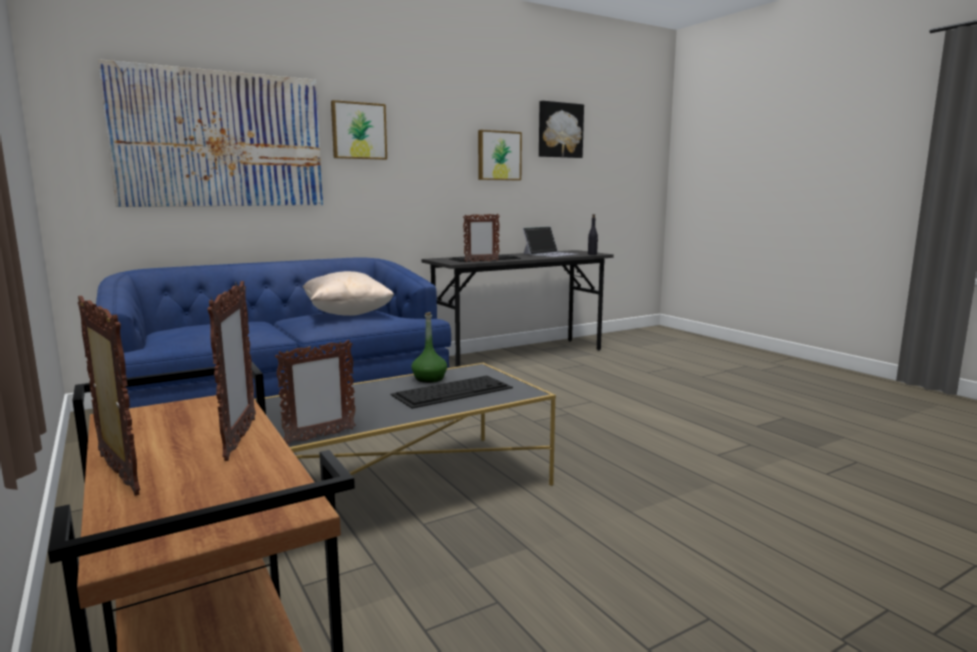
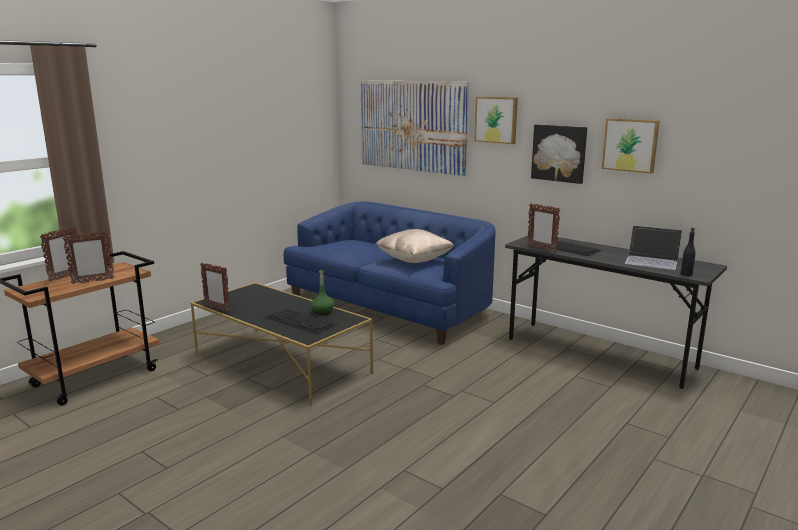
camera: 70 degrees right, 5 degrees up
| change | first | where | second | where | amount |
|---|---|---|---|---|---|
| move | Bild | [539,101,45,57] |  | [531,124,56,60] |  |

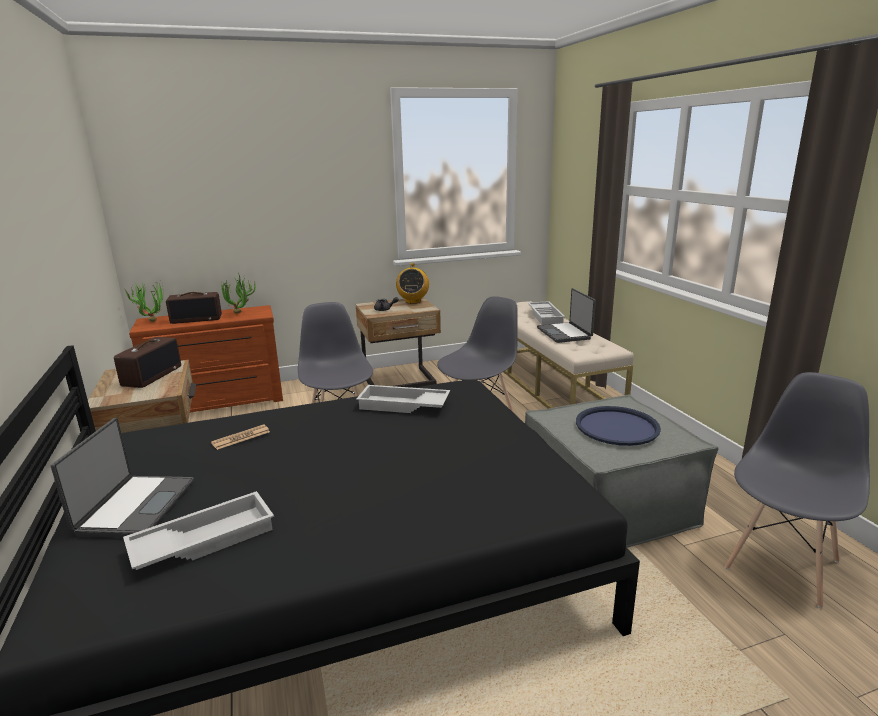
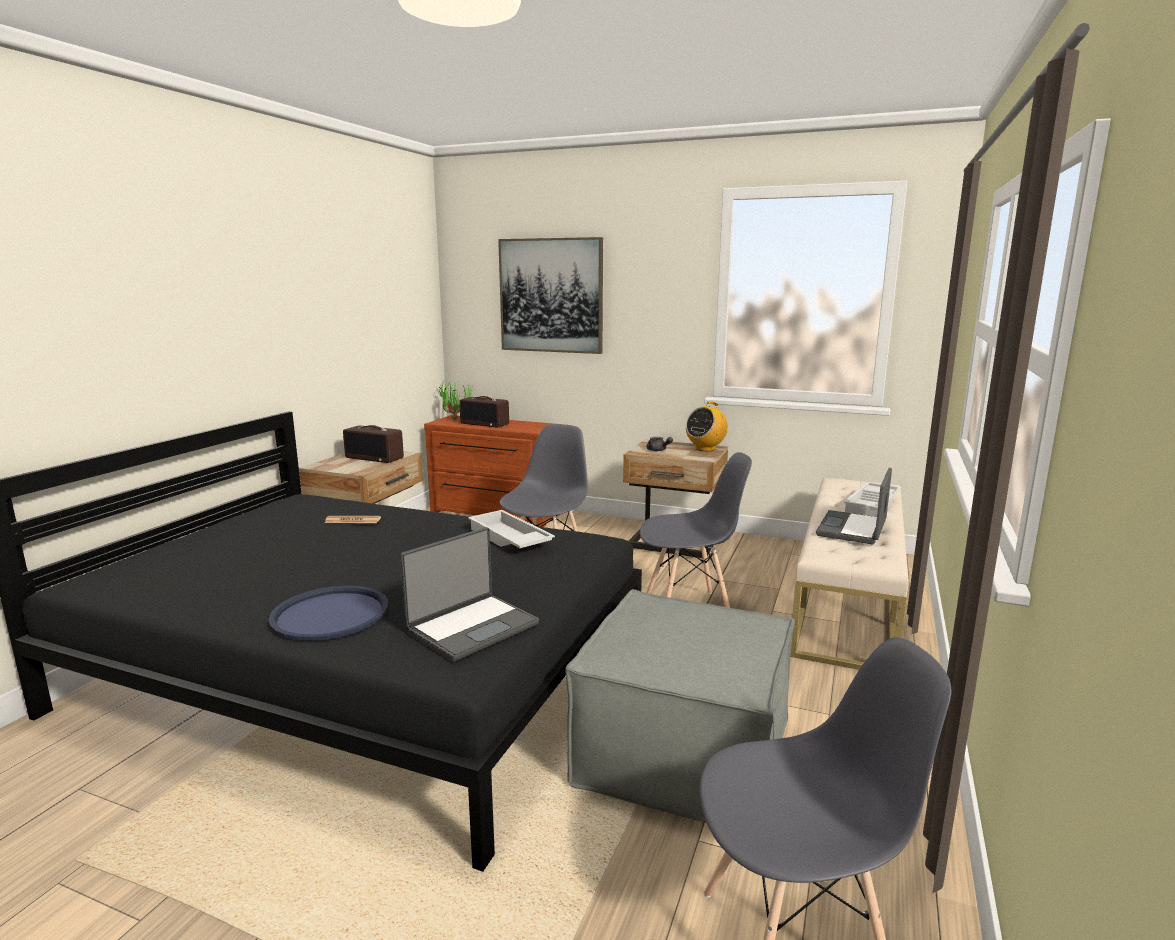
camera: 40 degrees right, 5 degrees down
| change | first | where | second | where | amount |
|---|---|---|---|---|---|
| delete | Tablett (weiß) | [123,491,151,79] |  |  |  |
| delete | Topfpflanze | [221,275,35,39] |  |  |  |
| insert |  |  | Bild | [498,237,105,117] |  |
| move | Laptop | [51,418,143,119] |  | [400,527,139,135] |  |
| move | Tablett (blau) | [576,406,85,40] |  | [268,586,120,55] |  |
| rotate | Radio | [114,337,67,51] |  | [343,425,61,38] | 60 degrees clockwise |

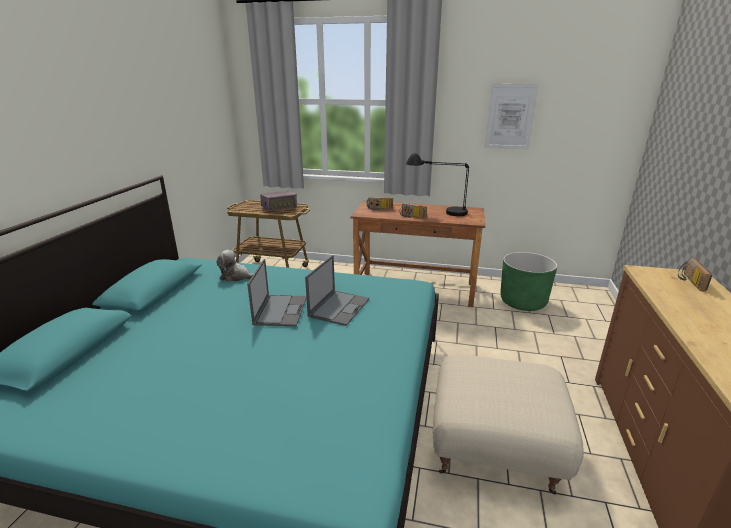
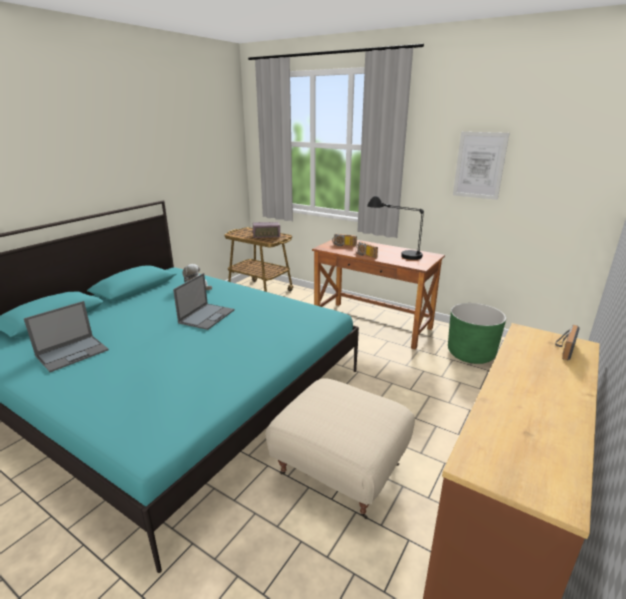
camera: 20 degrees right, 0 degrees up
| change | first | where | second | where | amount |
|---|---|---|---|---|---|
| move | Laptop | [305,255,64,71] |  | [24,301,85,71] |  |

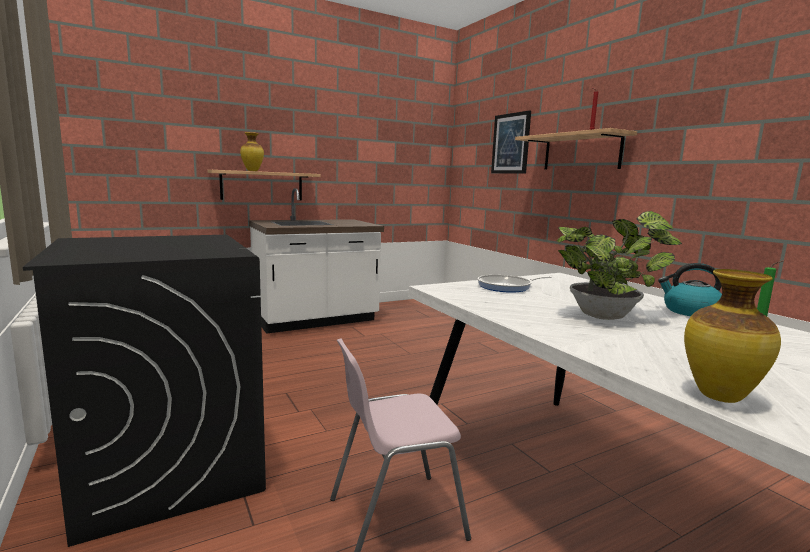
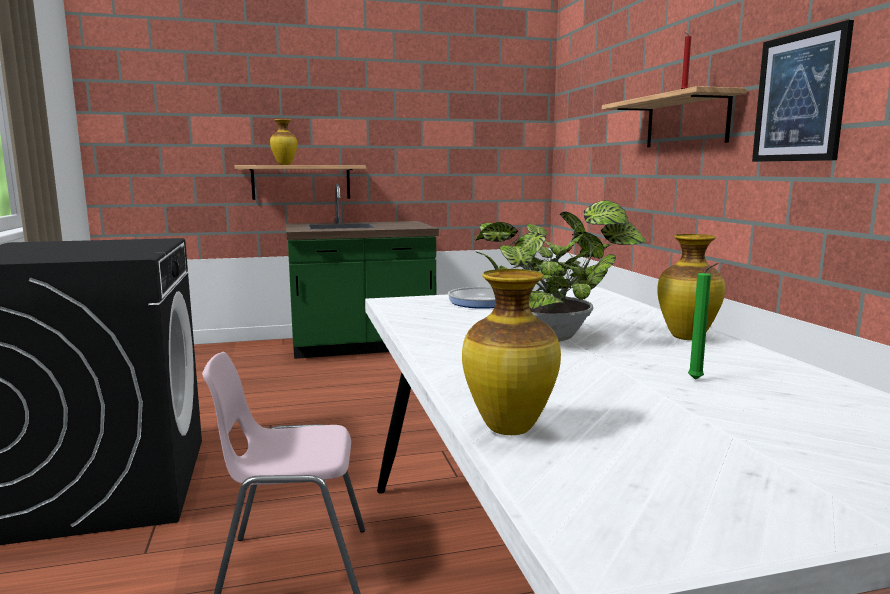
camera: 15 degrees right, 0 degrees up
| change | first | where | second | where | amount |
|---|---|---|---|---|---|
| move | Bild | [491,110,40,64] |  | [752,20,102,142] |  |
| replace | Wasserkessel | [658,263,64,53] | Vase | [657,234,68,106] |  |
| recolor | Küchenzeile (weiß) | [249,188,135,146] | Küchenzeile (grün) | [286,184,153,175] |  |

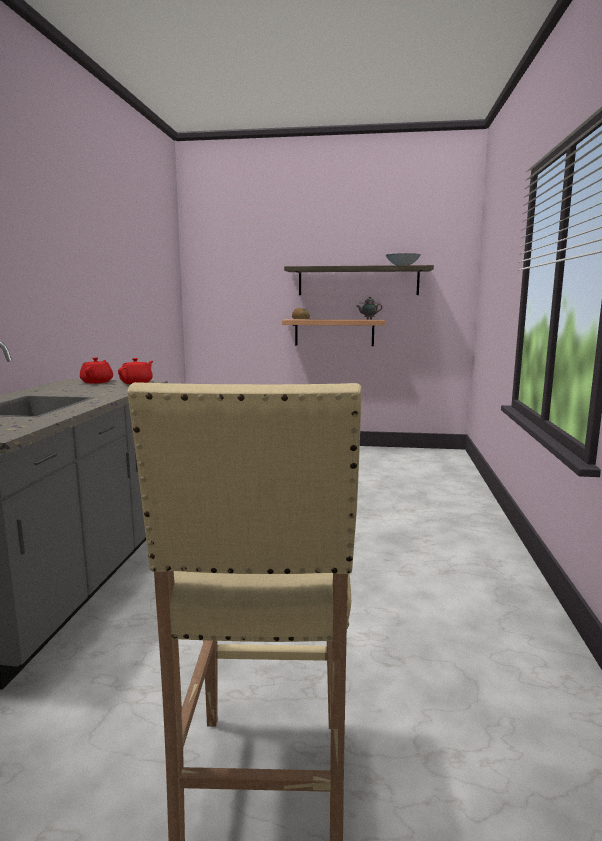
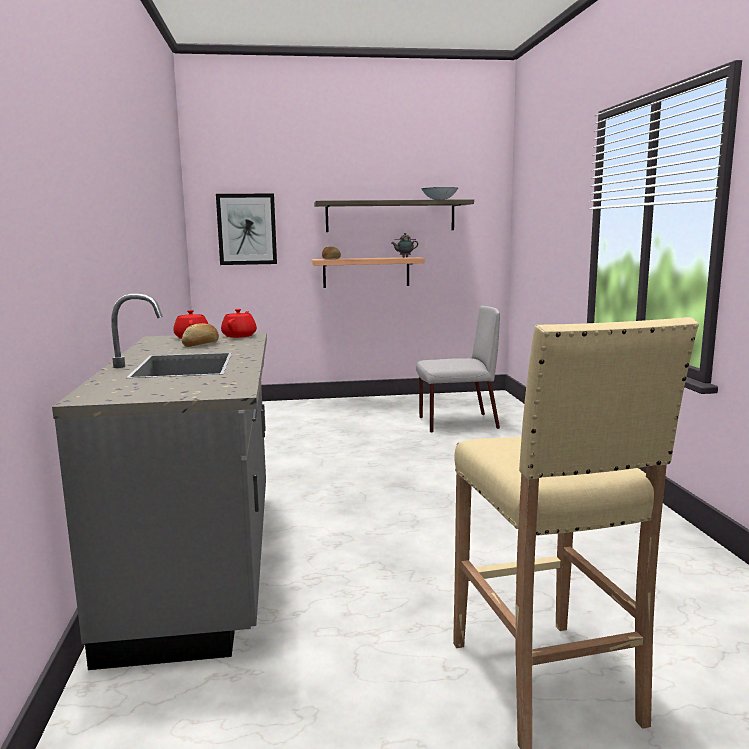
camera: 15 degrees left, 0 degrees up
| change | first | where | second | where | amount |
|---|---|---|---|---|---|
| insert |  |  | Brot | [182,323,37,24] |  |
| insert |  |  | Bild | [216,193,61,72] |  |
| insert |  |  | Stuhl (grau) | [416,306,84,127] |  |

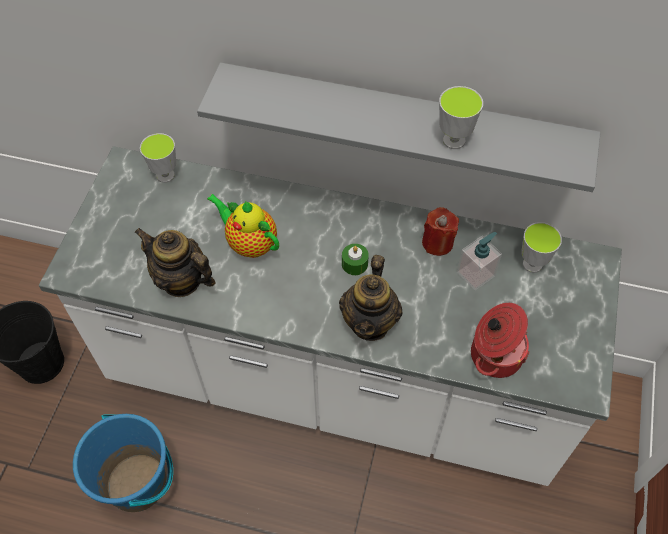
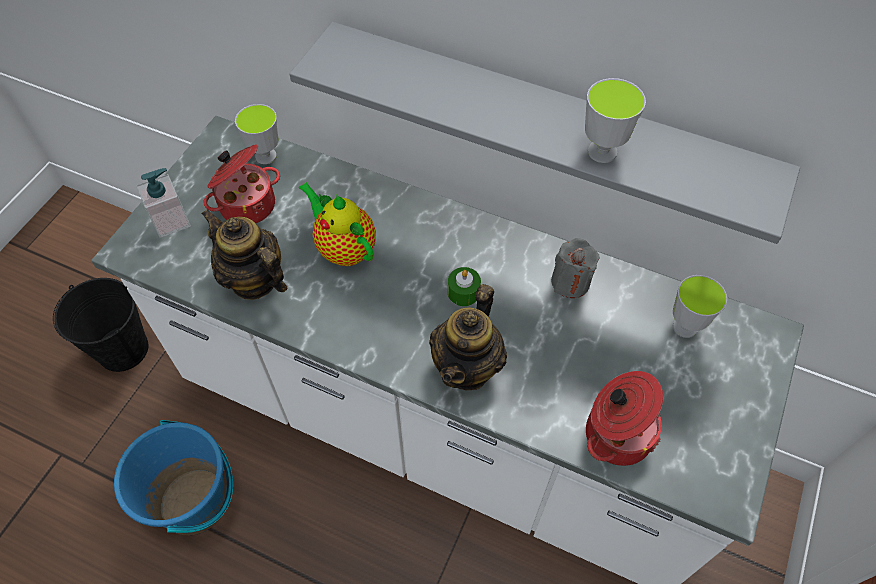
camera: 10 degrees right, 0 degrees up
| change | first | where | second | where | amount |
|---|---|---|---|---|---|
| insert |  |  | Kochtopf | [203,144,77,79] |  |
| move | Seifenspender | [457,232,45,58] |  | [136,168,55,70] |  |
| recolor | Kerze (rot) | [422,207,37,49] | Kerze (grau) | [551,238,49,60] |  |

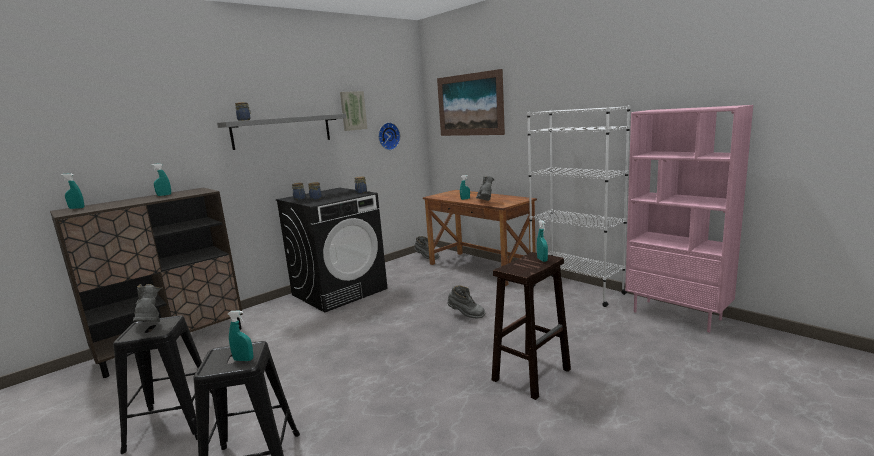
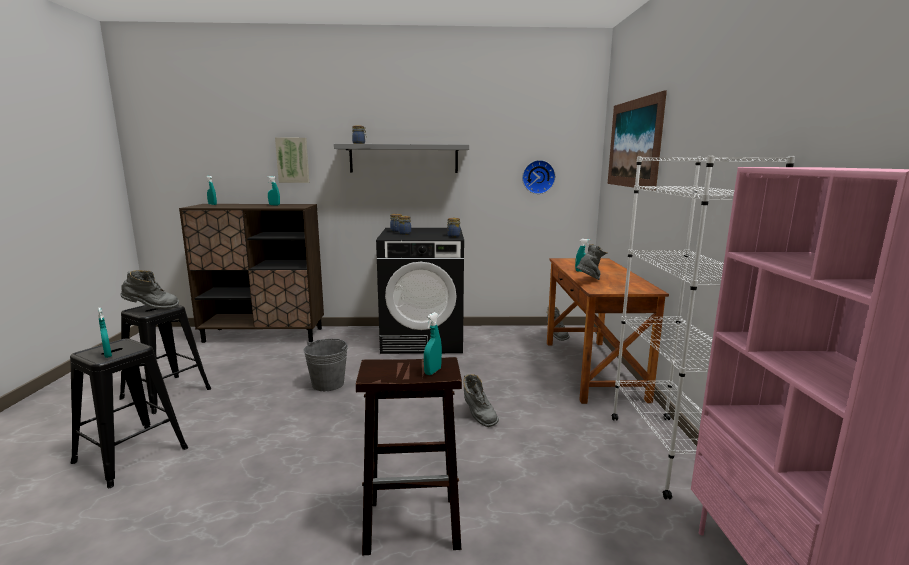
camera: 40 degrees right, 0 degrees up
| change | first | where | second | where | amount |
|---|---|---|---|---|---|
| insert |  |  | Eimer (grau) | [303,339,45,52] |  |
| move | Bild | [340,91,28,40] |  | [275,137,34,46] |  |
| rotate | Stiefel (grau) | [133,284,30,38] |  | [120,270,59,39] | 60 degrees clockwise |

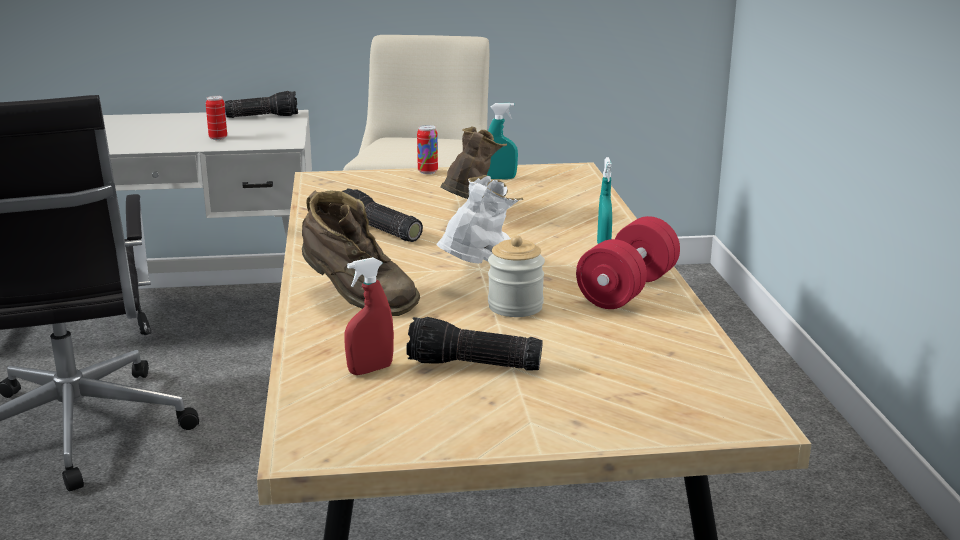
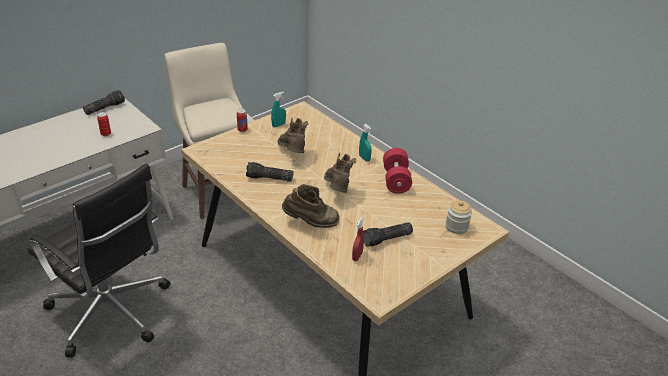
camera: 35 degrees left, 15 degrees up
| change | first | where | second | where | amount |
|---|---|---|---|---|---|
| move | Vorratsglas | [488,235,57,82] |  | [446,200,26,34] |  |
| recolor | Stiefel (weiß) | [436,175,87,89] | Stiefel (braun) | [324,152,32,41] |  |

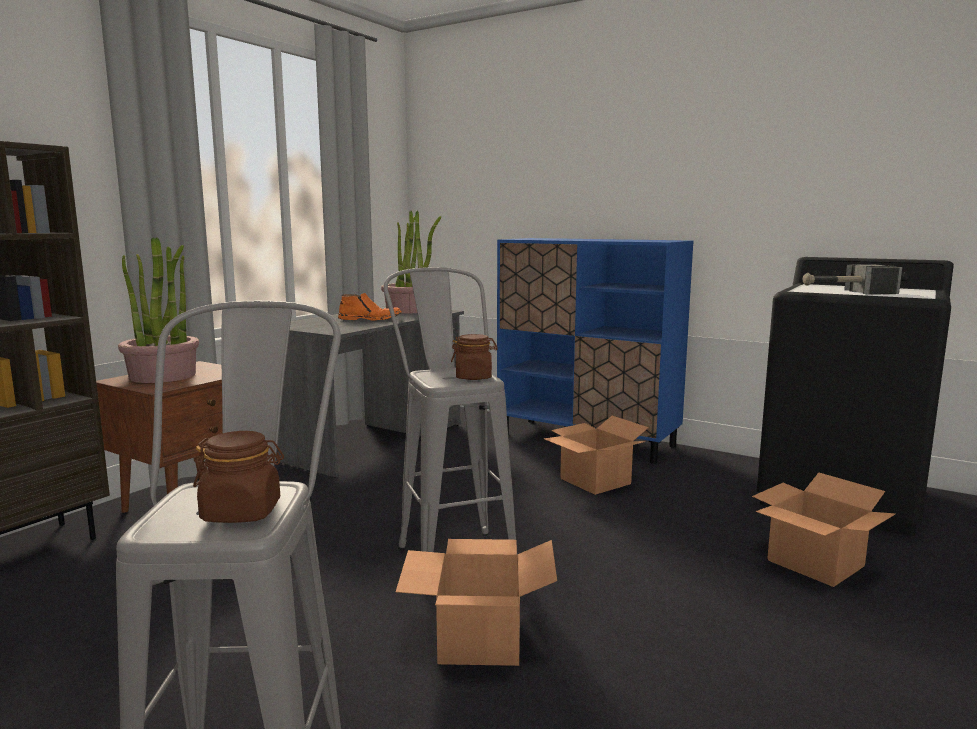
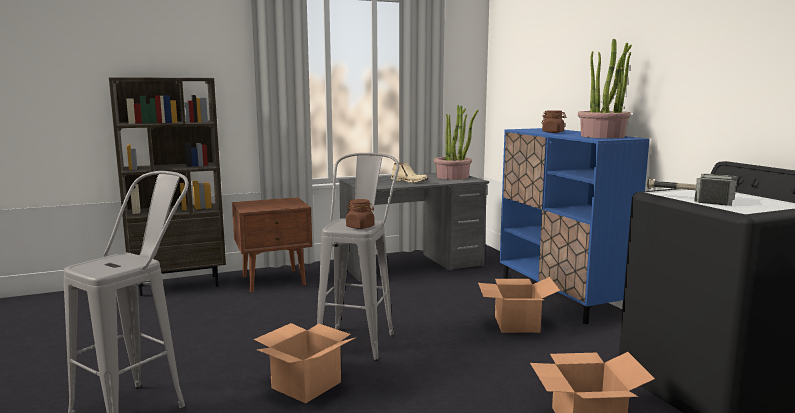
camera: 35 degrees right, 0 degrees up
| change | first | where | second | where | amount |
|---|---|---|---|---|---|
| move | Topfpflanze | [118,237,81,146] |  | [578,39,54,99] |  |
| move | Vorratsglas (braun) | [193,431,91,92] |  | [541,110,26,23] |  |
| recolor | Stiefel (orange) | [338,293,64,28] | Stiefel (beige) | [391,163,38,20] |  |

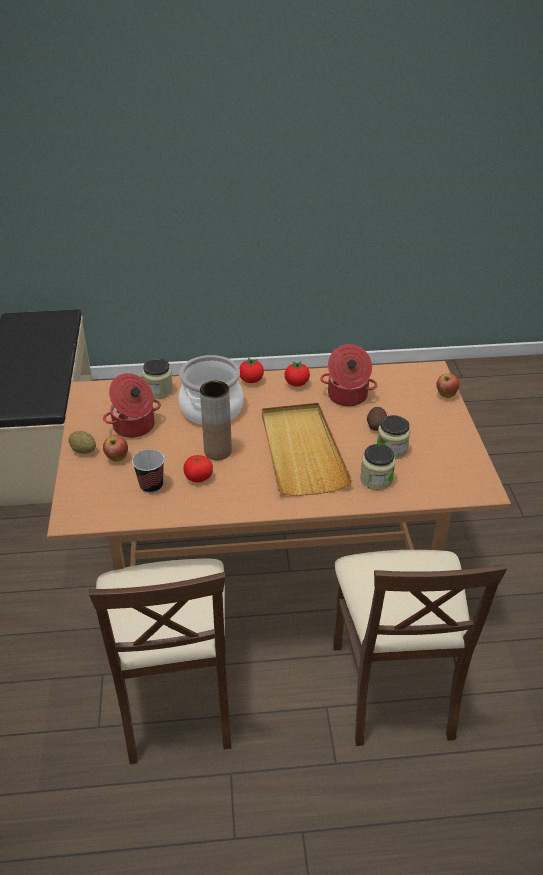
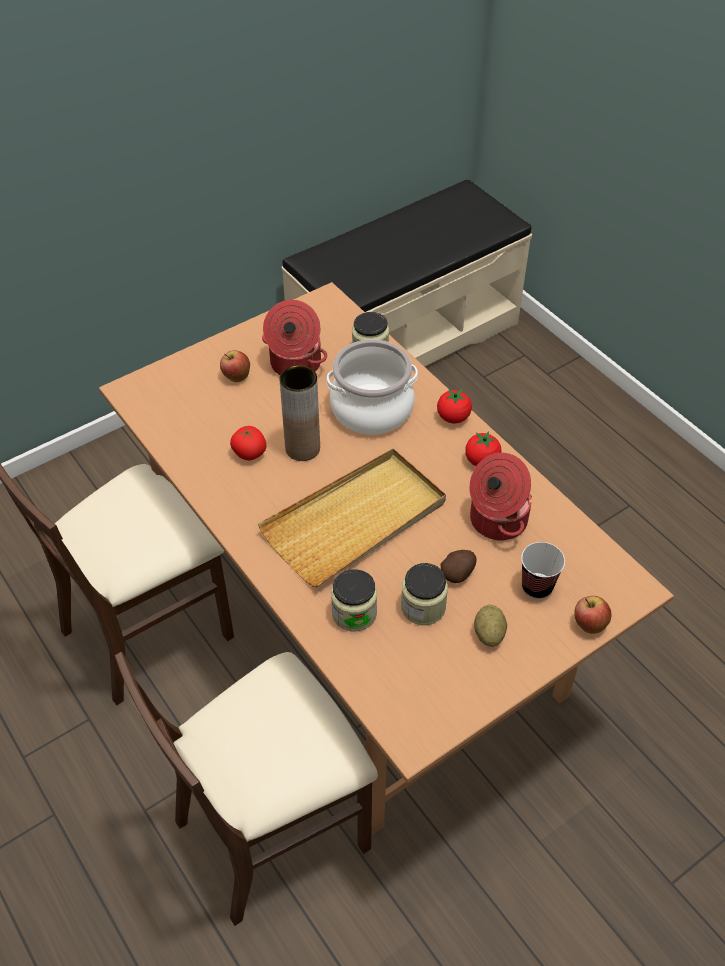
camera: 60 degrees right, 10 degrees up
| change | first | where | second | where | amount |
|---|---|---|---|---|---|
| move | Kartoffel | [69,431,27,23] |  | [474,605,33,42] |  |
| move | Tasse | [132,449,32,44] |  | [521,542,44,57] |  |

